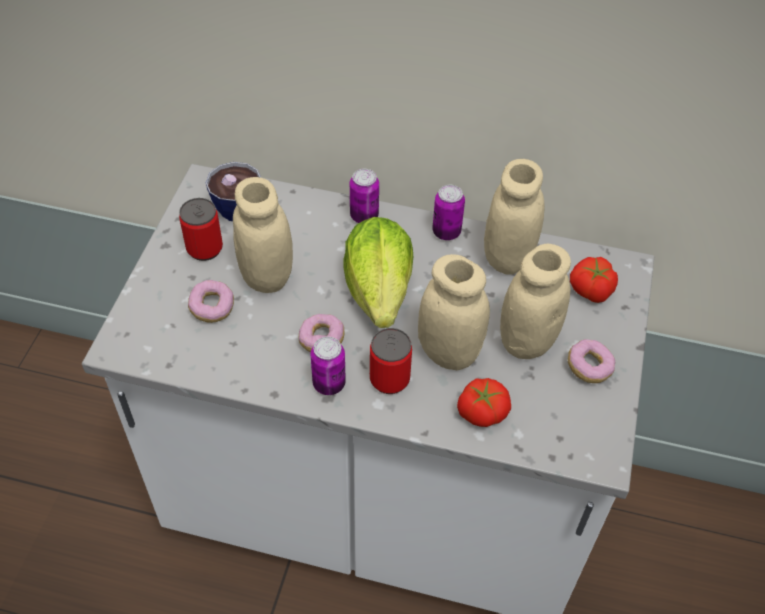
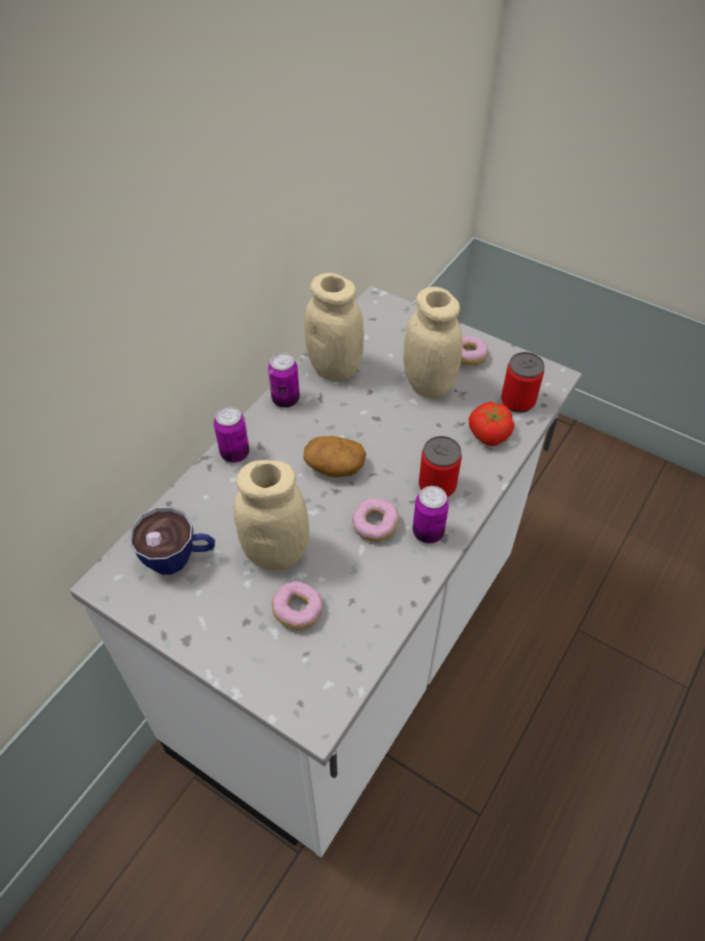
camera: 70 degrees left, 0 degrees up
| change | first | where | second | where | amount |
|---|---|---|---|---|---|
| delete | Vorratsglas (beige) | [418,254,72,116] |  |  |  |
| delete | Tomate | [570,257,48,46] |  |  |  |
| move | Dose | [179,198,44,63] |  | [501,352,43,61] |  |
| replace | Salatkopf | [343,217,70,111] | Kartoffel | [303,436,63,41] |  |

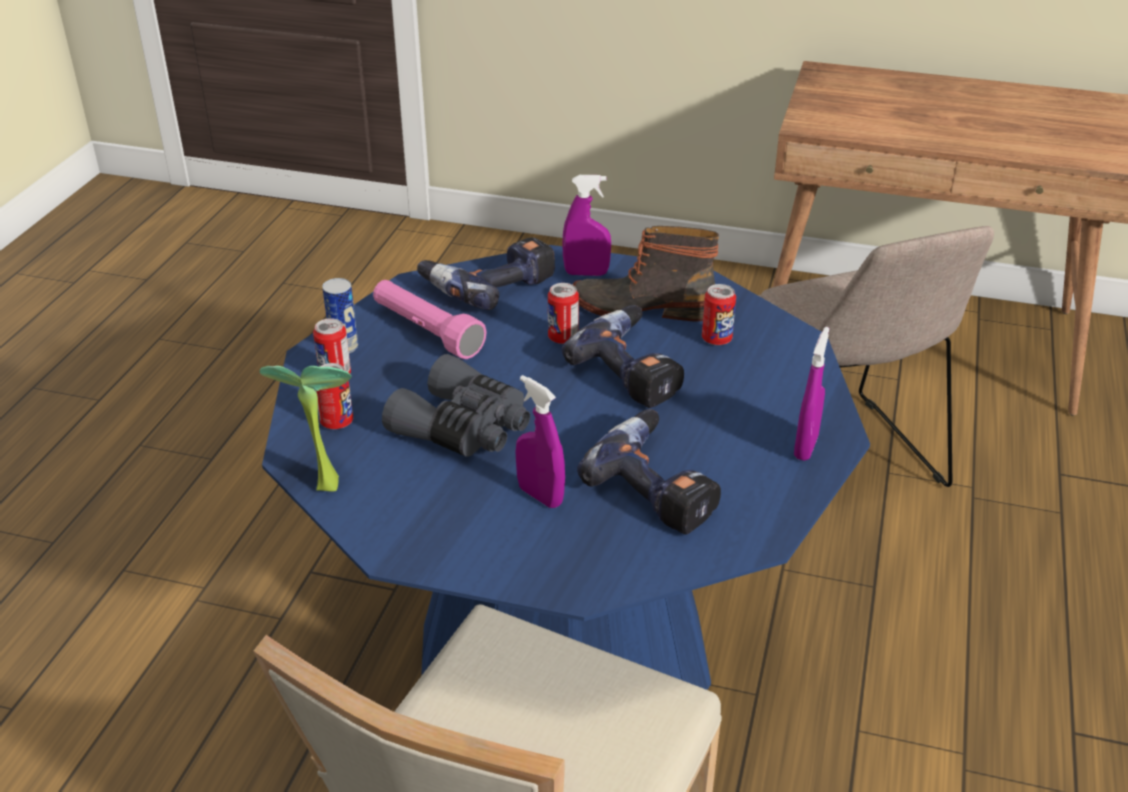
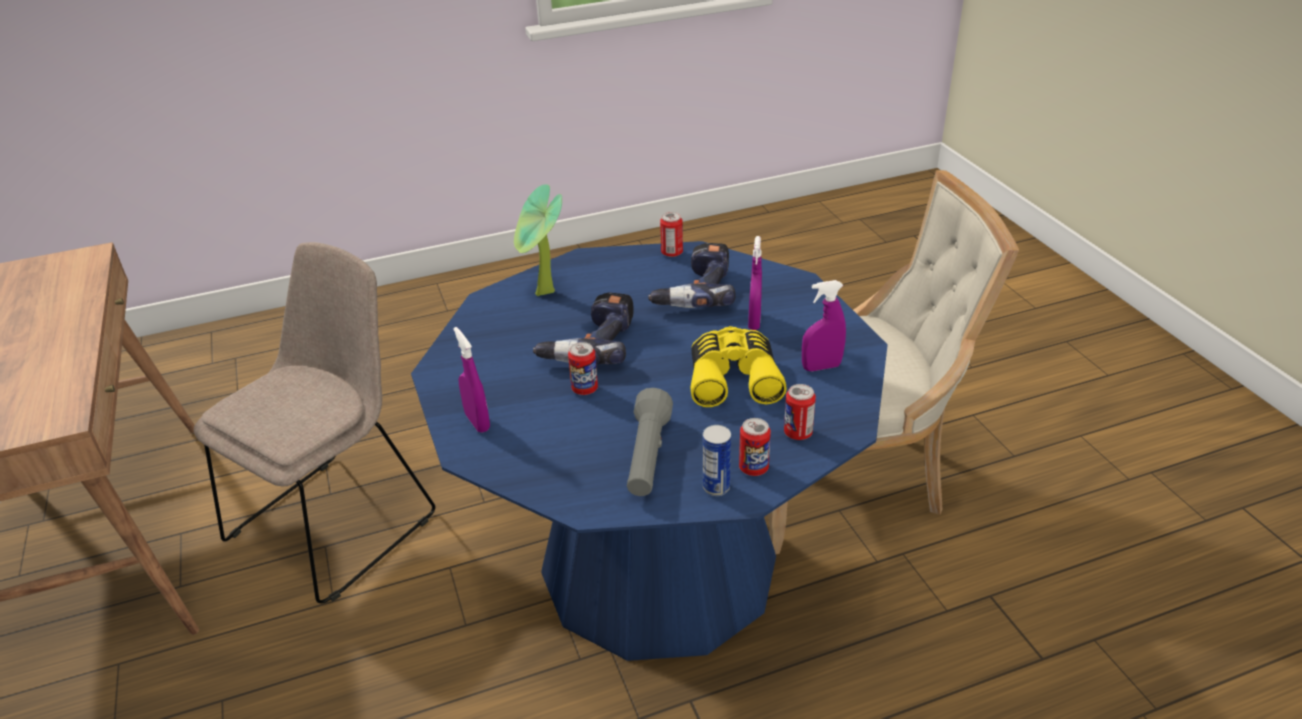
camera: 125 degrees left, 0 degrees up
| change | first | where | second | where | amount |
|---|---|---|---|---|---|
| delete | Bohrmaschine | [417,238,138,72] |  |  |  |
| delete | Stiefel | [572,226,147,96] |  |  |  |
| move | Topfpflanze | [260,366,92,126] |  | [514,184,48,112] |  |
| move | Dose | [702,284,34,61] |  | [660,212,23,45] |  |
| move | Sprühflasche (lila) | [794,327,35,134] |  | [802,280,44,91] |  |
| recolor | Taschenlampe (rosa) | [373,280,114,79] | Taschenlampe (grau) | [627,388,46,108] |  |
| recolor | Fernglas (grau) | [382,354,148,103] | Fernglas (gelb) | [690,326,97,81] |  |

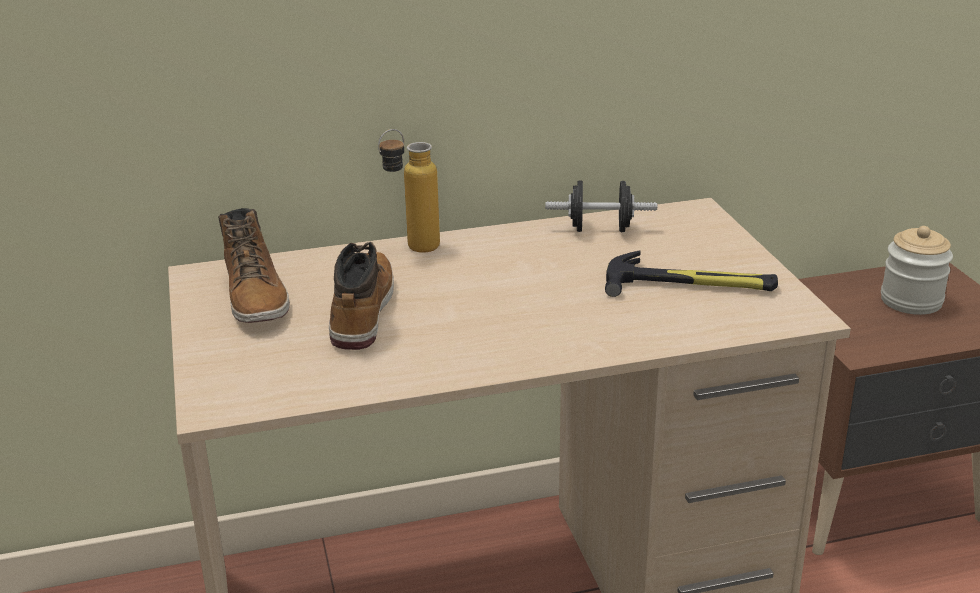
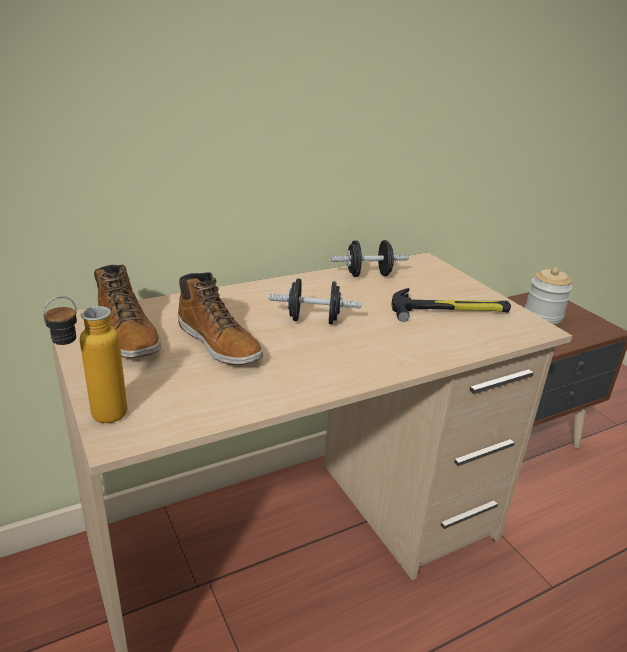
camera: 15 degrees left, 0 degrees up
| change | first | where | second | where | amount |
|---|---|---|---|---|---|
| insert |  |  | Hantel (schwarz) | [269,278,93,46] |  |
| move | Flasche | [378,129,62,124] |  | [42,296,85,127] |  |
| rotate | Stiefel | [329,242,65,108] |  | [178,272,85,93] | 150 degrees clockwise |

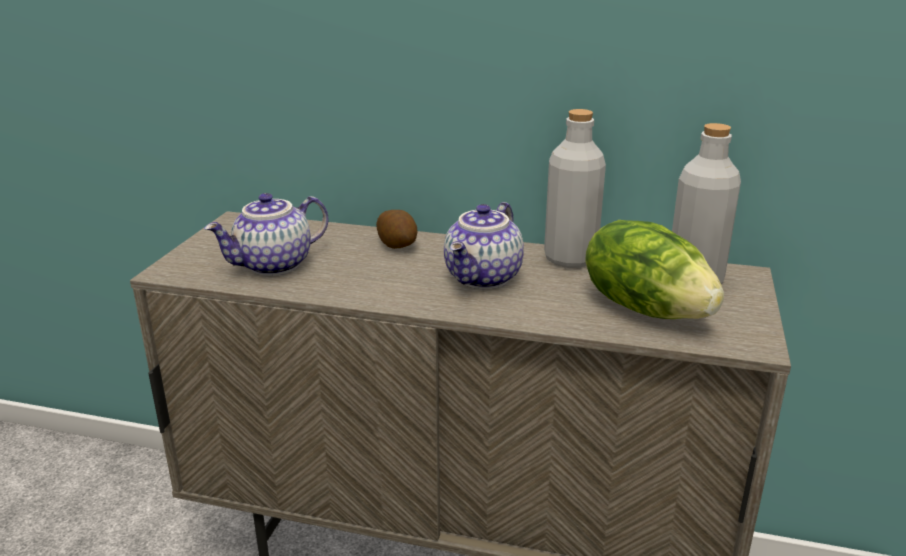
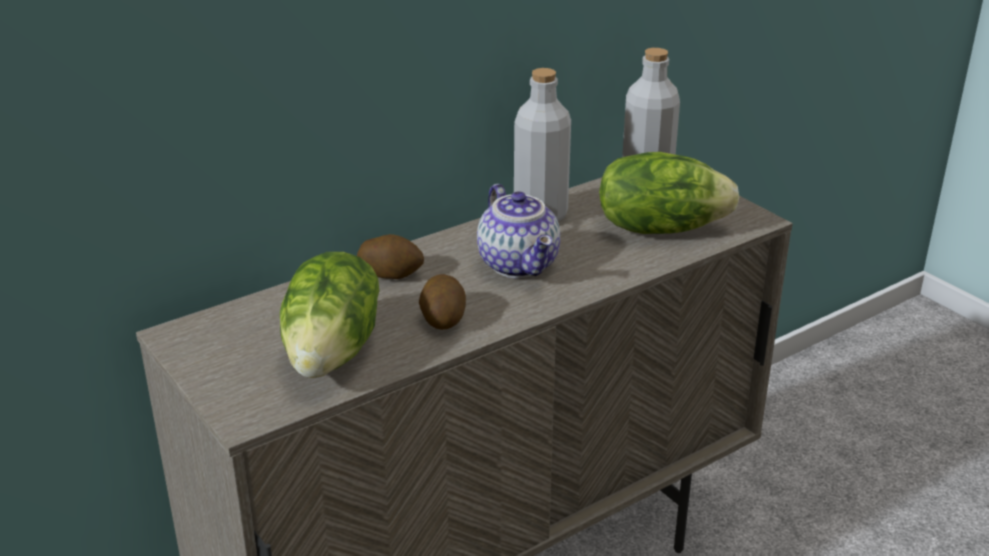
camera: 50 degrees left, 5 degrees up
| change | first | where | second | where | amount |
|---|---|---|---|---|---|
| insert |  |  | Kartoffel | [419,274,47,56] |  |
| replace | Teekanne | [204,193,124,83] | Salatkopf | [280,252,100,126] |  |

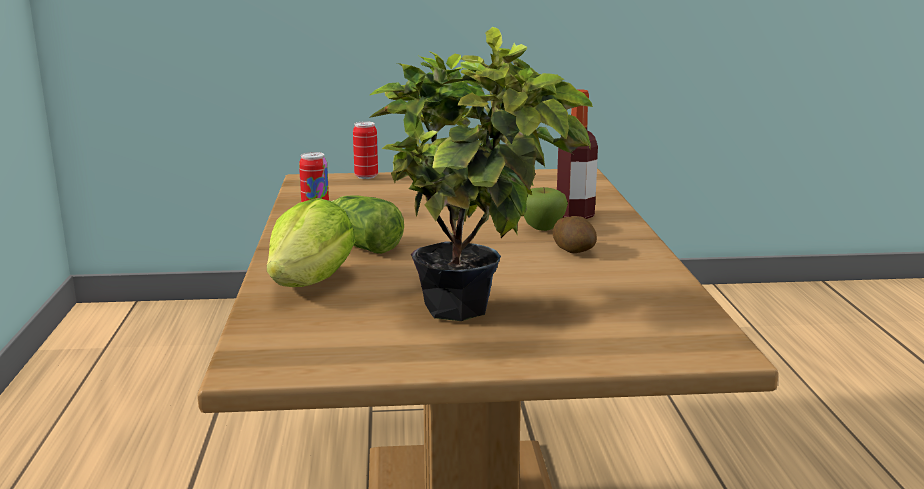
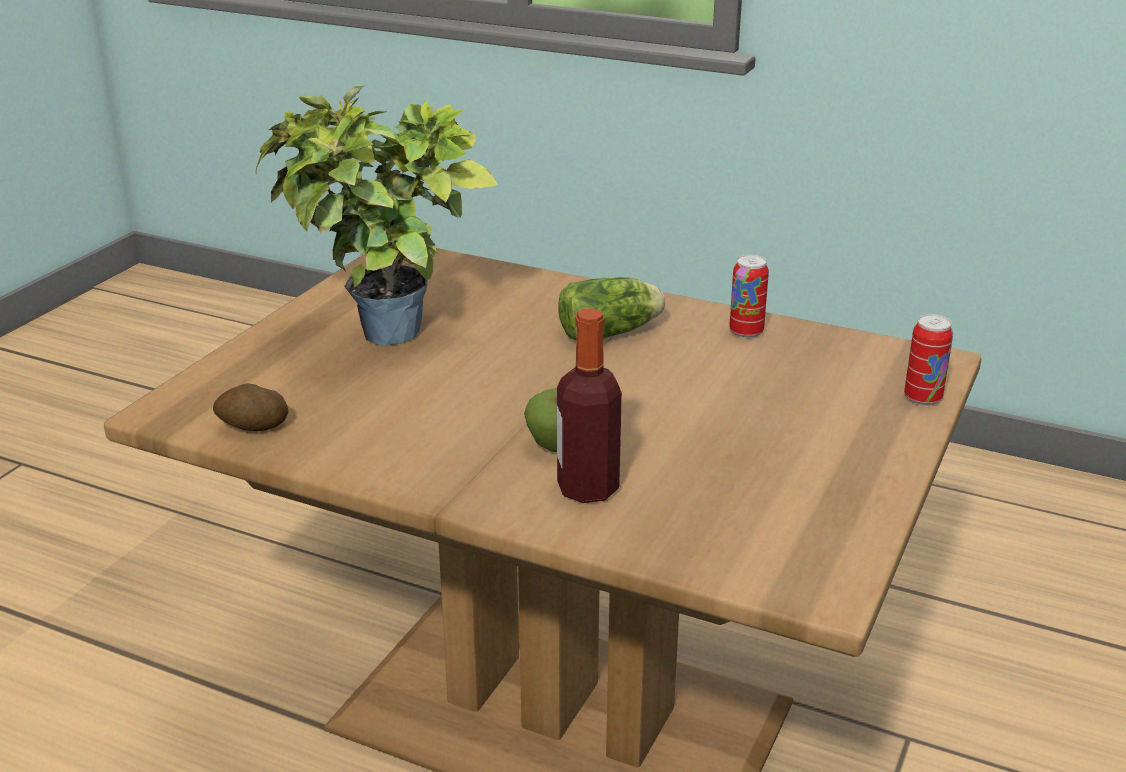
camera: 120 degrees right, 10 degrees up
| change | first | where | second | where | amount |
|---|---|---|---|---|---|
| delete | Salatkopf | [267,198,89,89] |  |  |  |
| move | Kartoffel | [553,216,44,37] |  | [213,383,76,48] |  |

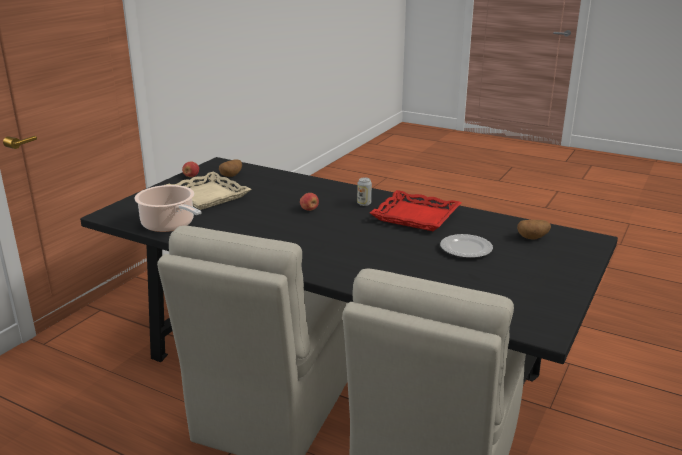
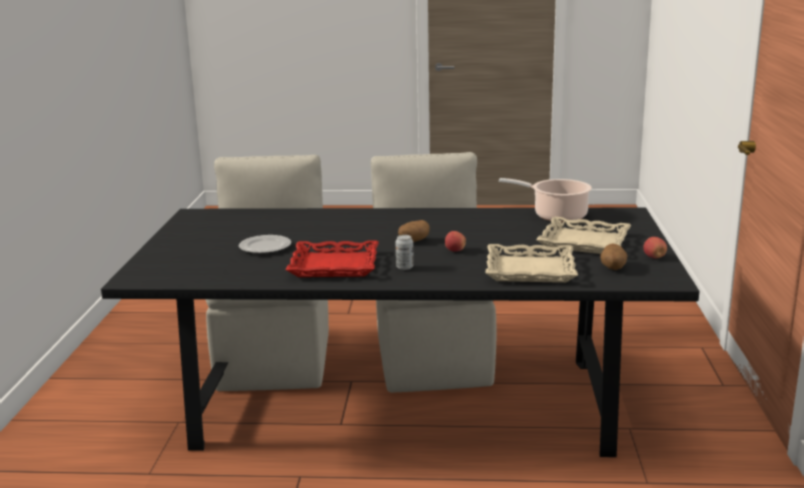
camera: 155 degrees right, 5 degrees down
| change | first | where | second | where | amount |
|---|---|---|---|---|---|
| insert |  |  | Tablett (beige) | [486,244,92,39] |  |
| move | Kartoffel | [517,220,34,19] |  | [398,220,32,22] |  |

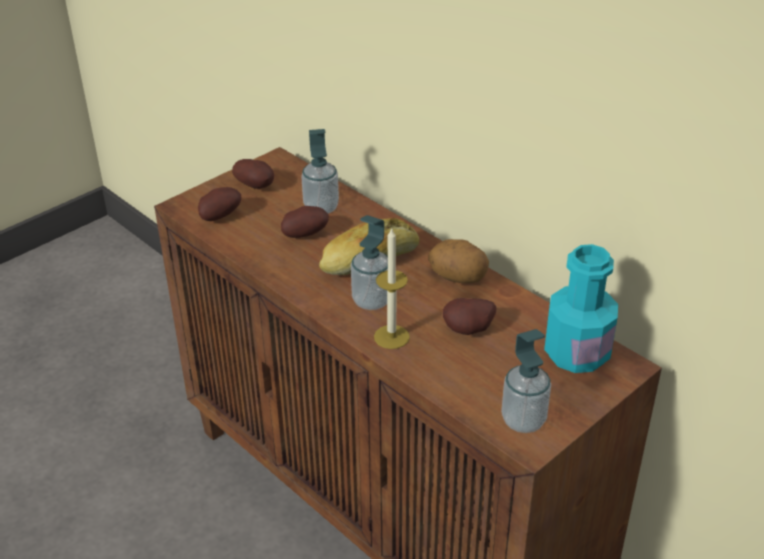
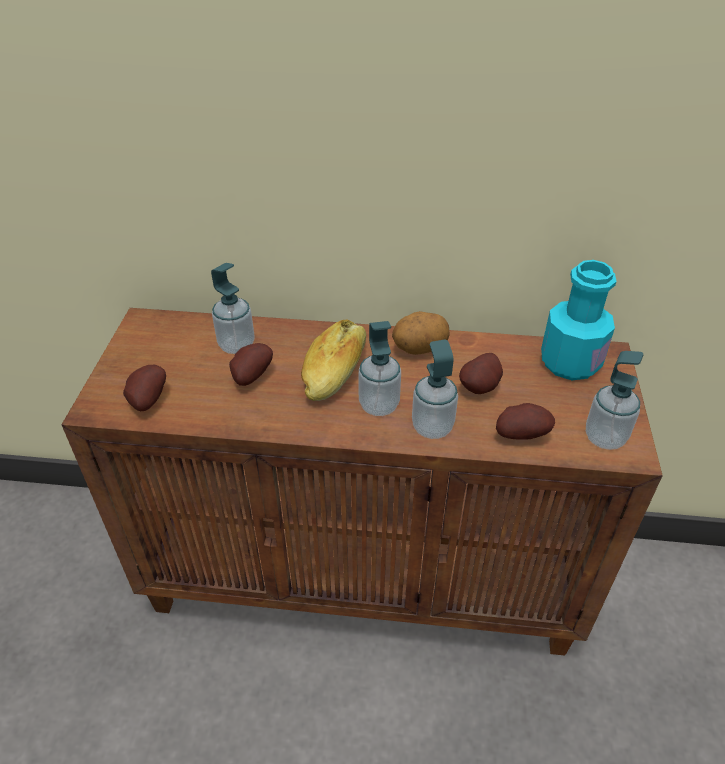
camera: 40 degrees left, 5 degrees up
| change | first | where | second | where | amount |
|---|---|---|---|---|---|
| move | Kartoffel | [232,159,42,30] |  | [496,403,59,37] |  |
| replace | Kerze | [374,227,36,122] | Seifenspender | [412,340,46,99] |  |

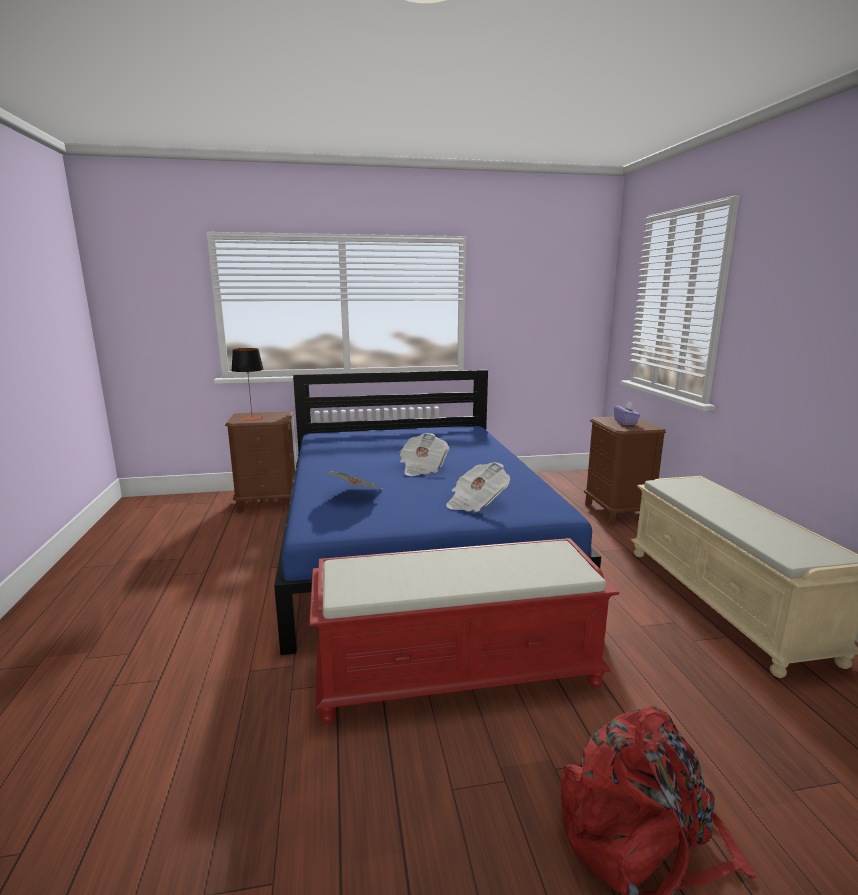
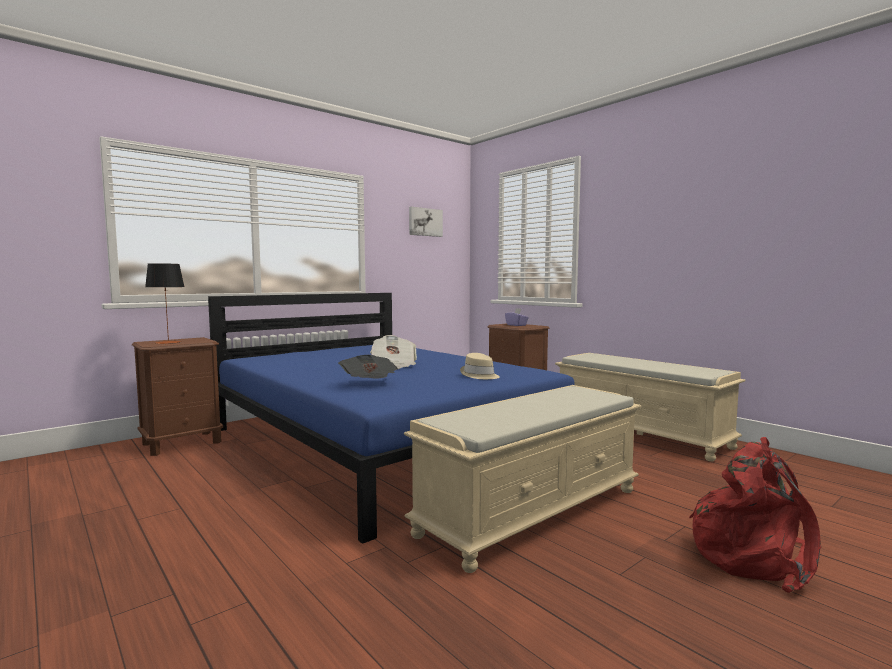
camera: 30 degrees left, 10 degrees down
| change | first | where | second | where | amount |
|---|---|---|---|---|---|
| insert |  |  | Bild | [409,207,34,30] |  |
| replace | Zeitung | [446,462,64,50] | Hut (beige) | [460,353,40,26] |  |
| recolor | Bank (rot) | [309,538,310,186] | Bank (beige) | [404,385,237,188] |  |

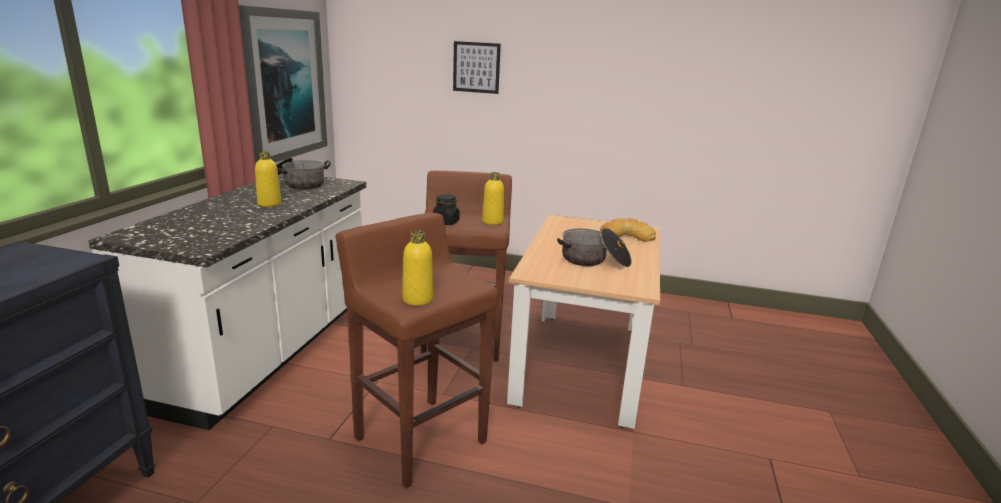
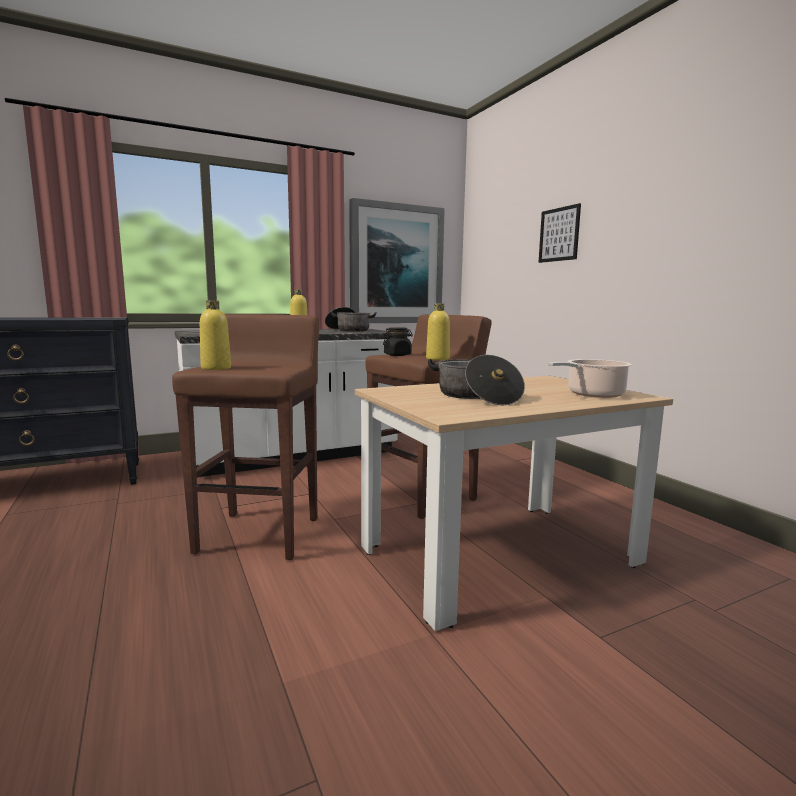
camera: 50 degrees right, 10 degrees down
| change | first | where | second | where | amount |
|---|---|---|---|---|---|
| replace | Brot | [600,218,56,24] | Kochtopf | [548,359,84,39] |  |

